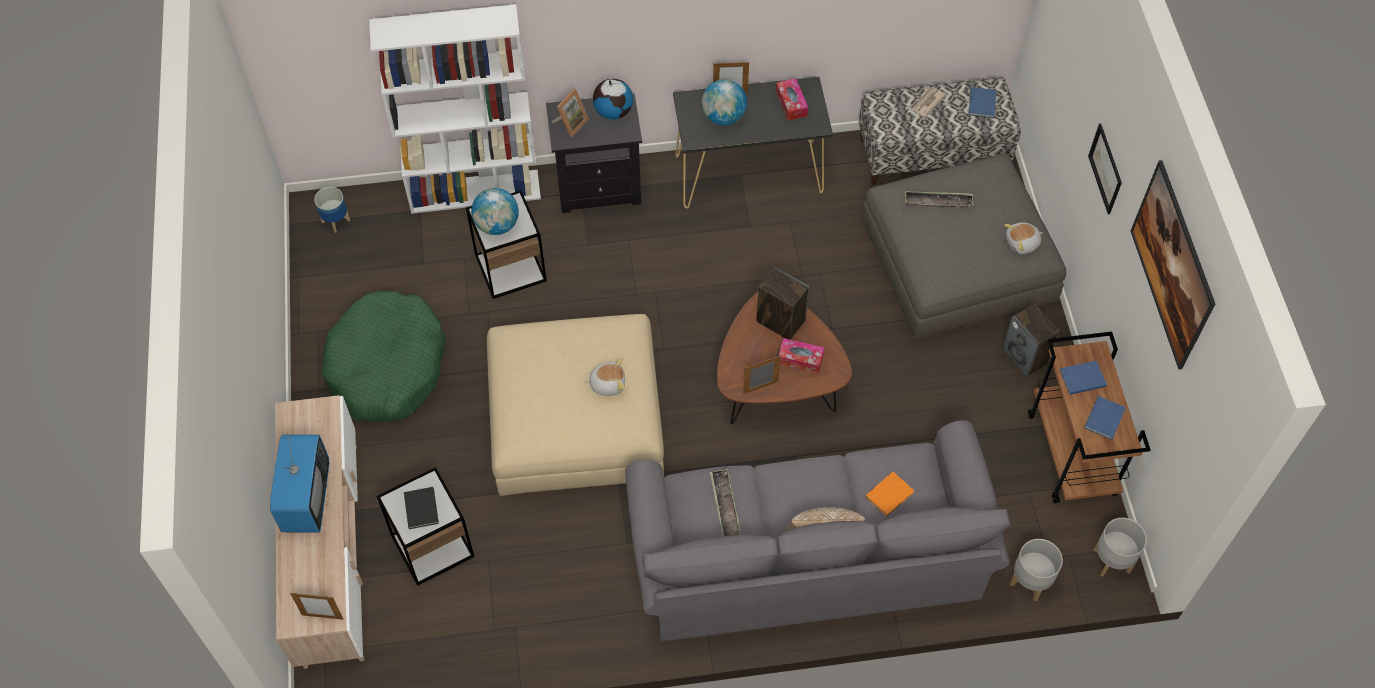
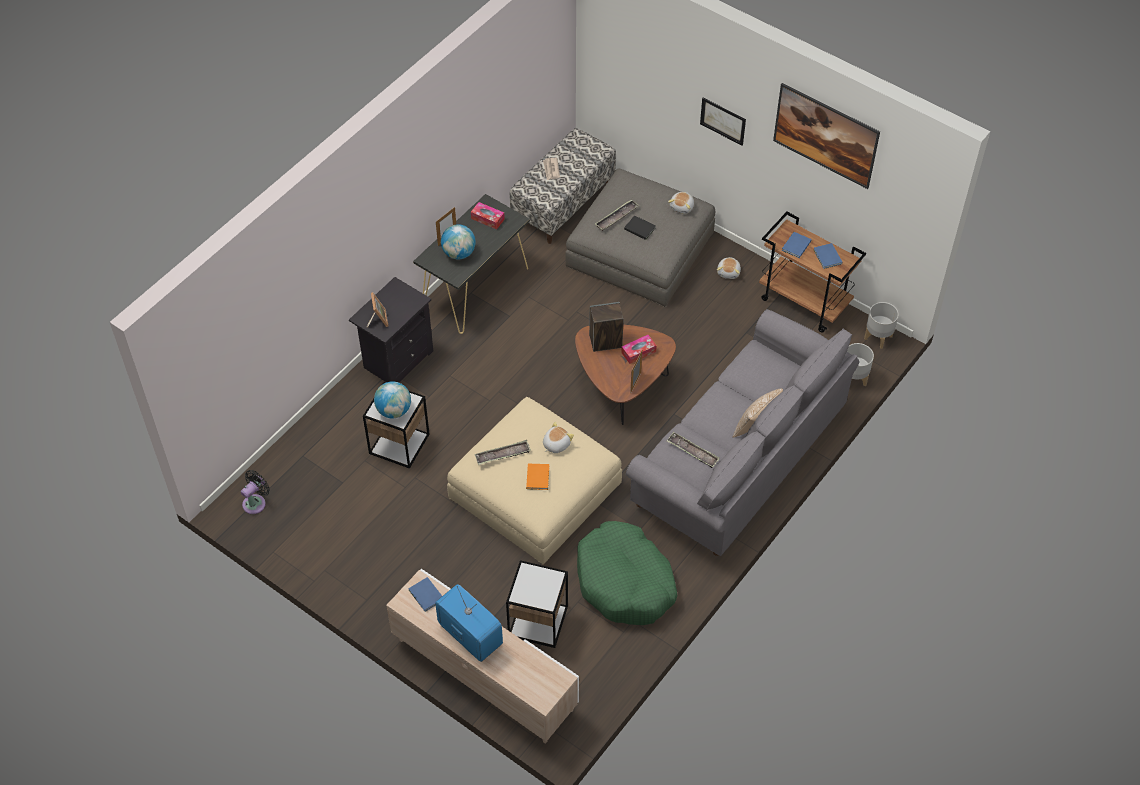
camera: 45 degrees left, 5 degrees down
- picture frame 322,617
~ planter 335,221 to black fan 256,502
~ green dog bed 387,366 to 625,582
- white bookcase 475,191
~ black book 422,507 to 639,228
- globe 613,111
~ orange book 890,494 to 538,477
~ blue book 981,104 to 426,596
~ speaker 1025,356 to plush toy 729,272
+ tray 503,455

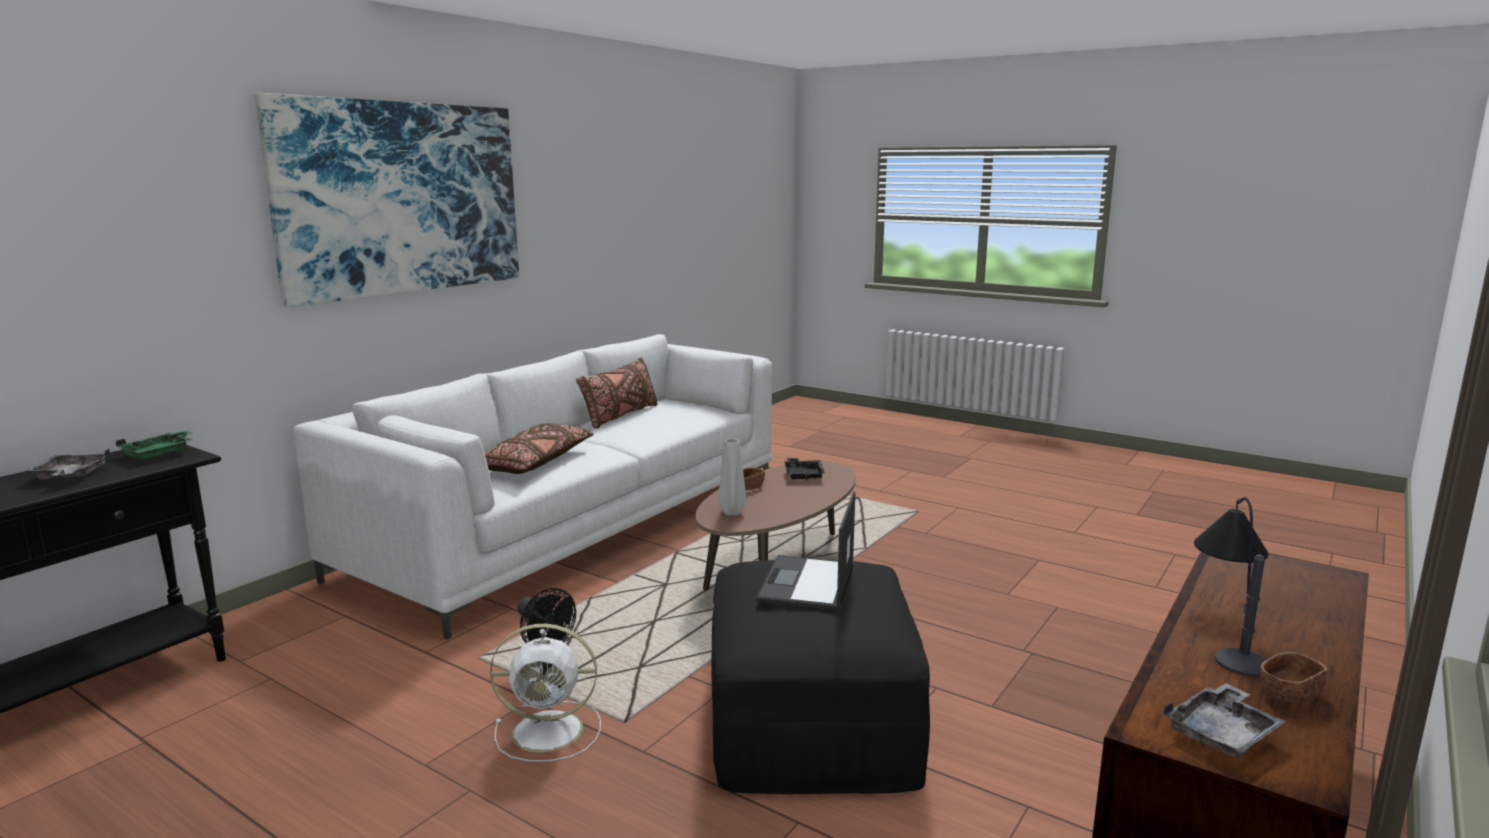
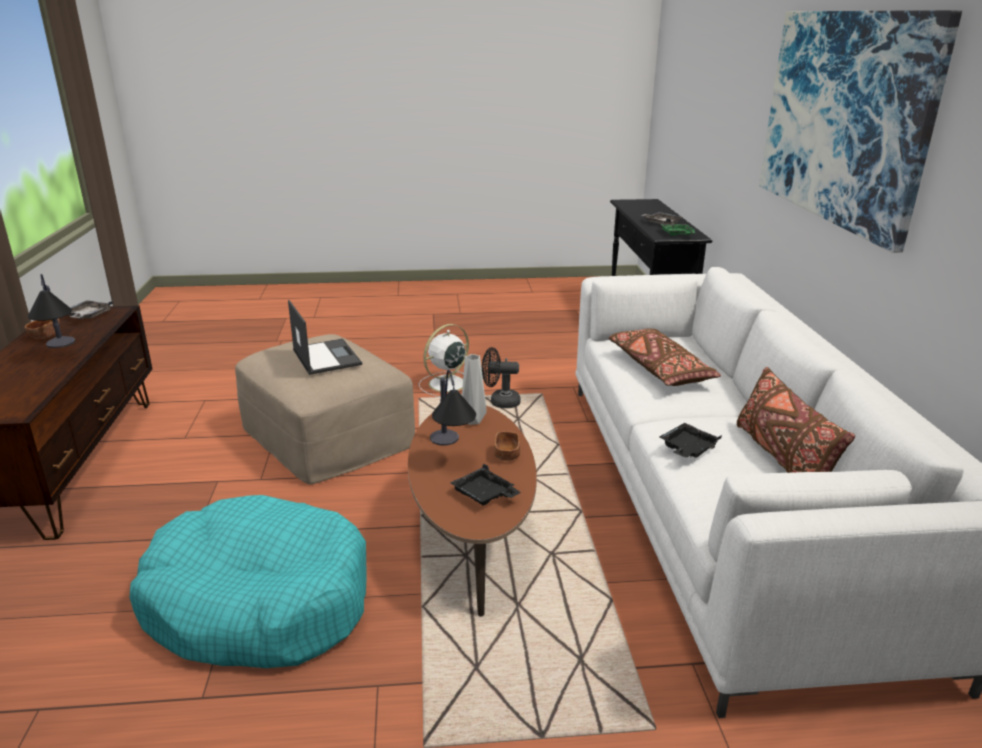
camera: 140 degrees right, 10 degrees up
~ black ottoman 811,716 to beige ottoman 326,435
+ turquoise dog bed 259,602
+ table lamp 451,453
+ black tray 687,449

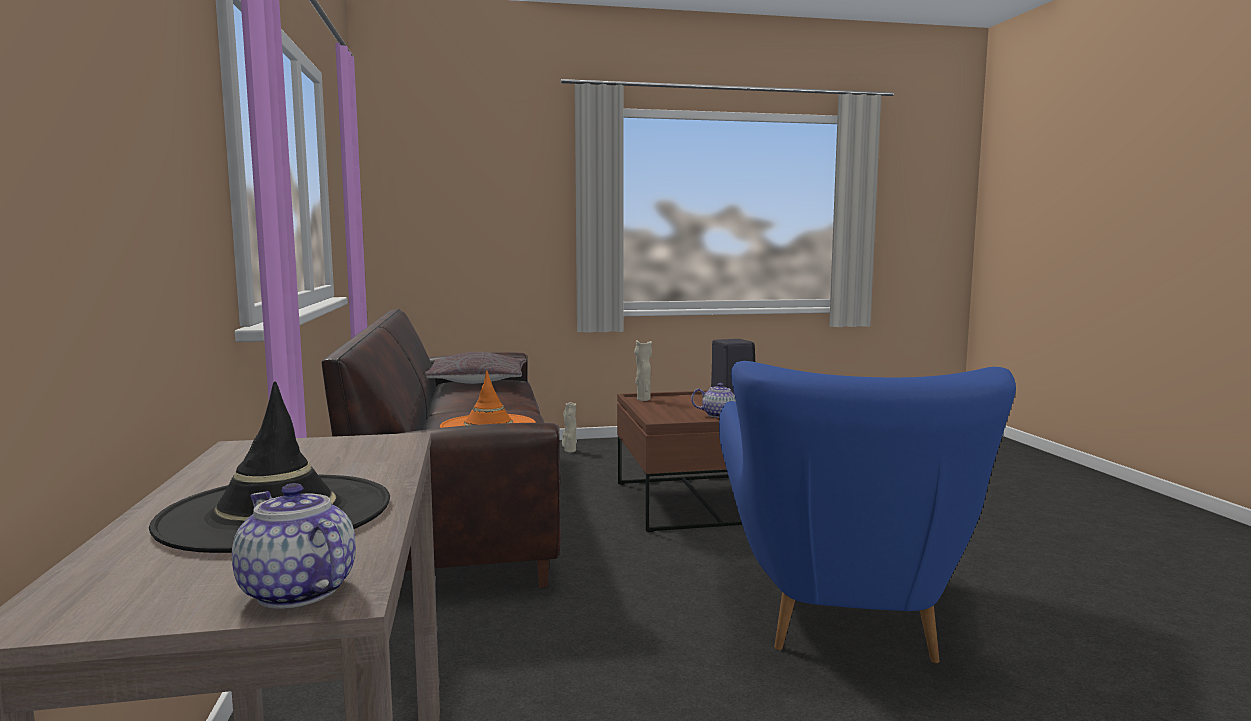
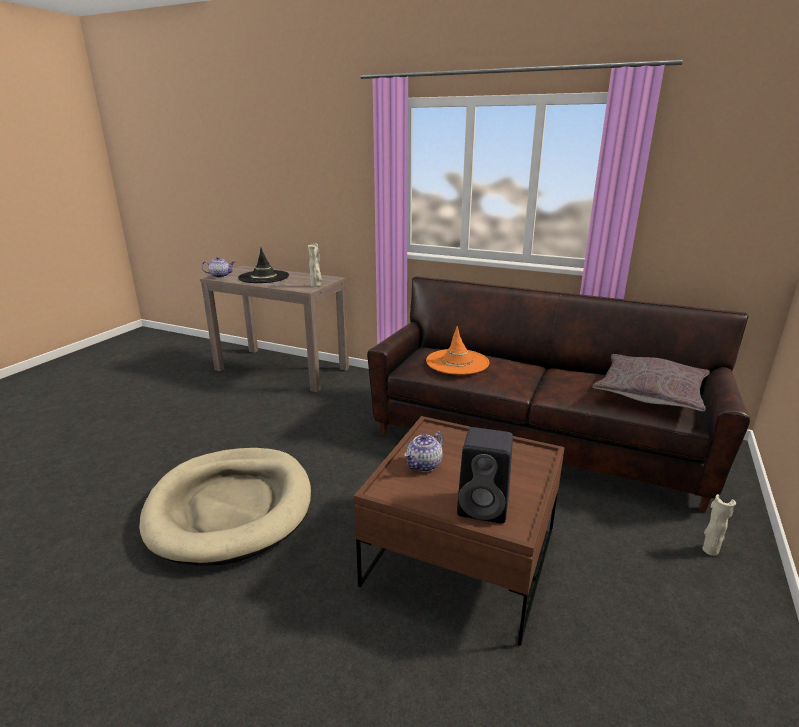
camera: 125 degrees right, 15 degrees up
~ beige vase 643,399 to 316,285
~ blue armchair 845,613 to beige dog bed 231,507

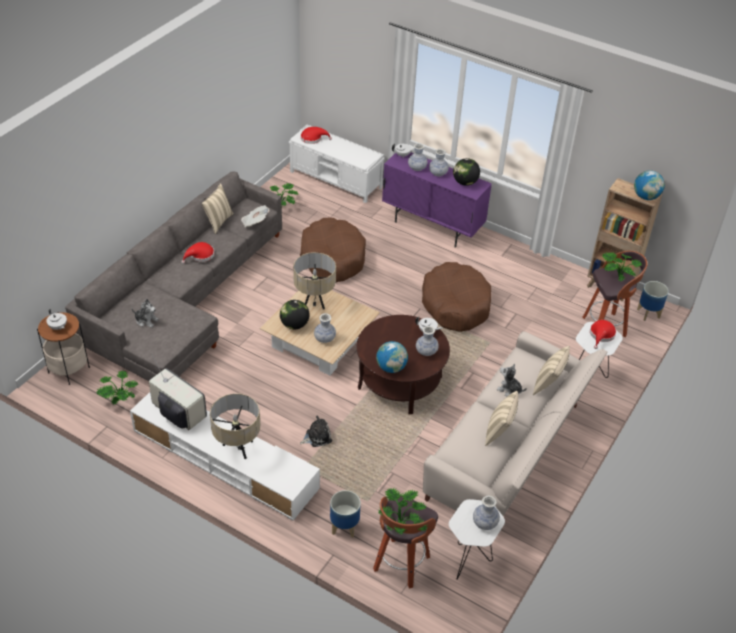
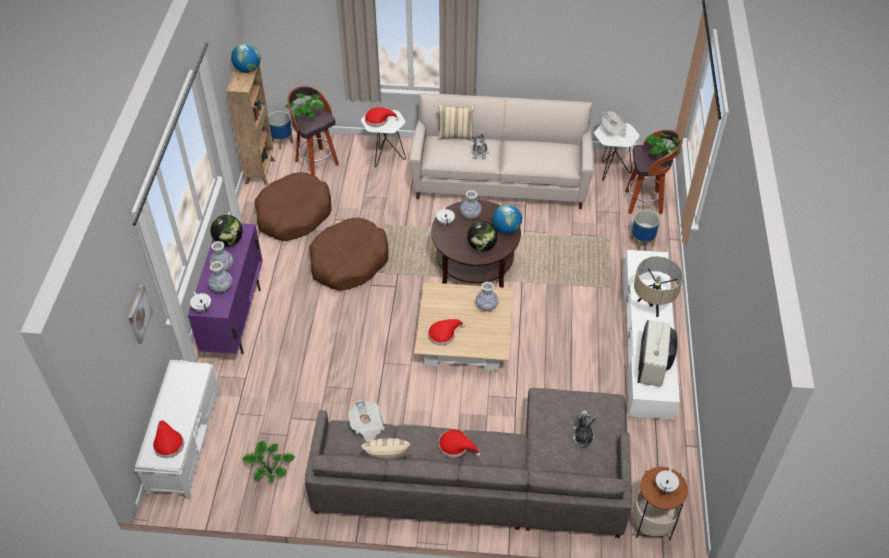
camera: 115 degrees left, 5 degrees up
- potted plant 119,399
~ globe 294,325 to 482,246
~ beige table lamp 314,302 to red hat 443,334
~ brown dog bed 332,258 to 293,215
- plush toy 317,437
~ vase 485,522 to newspaper 613,130
- beige pillow 499,432
+ picture 139,314

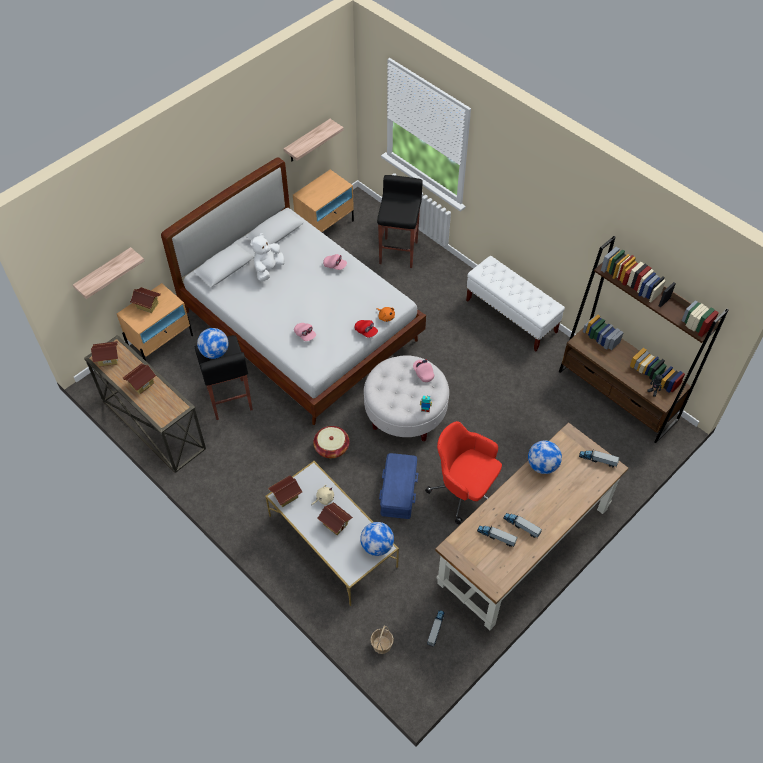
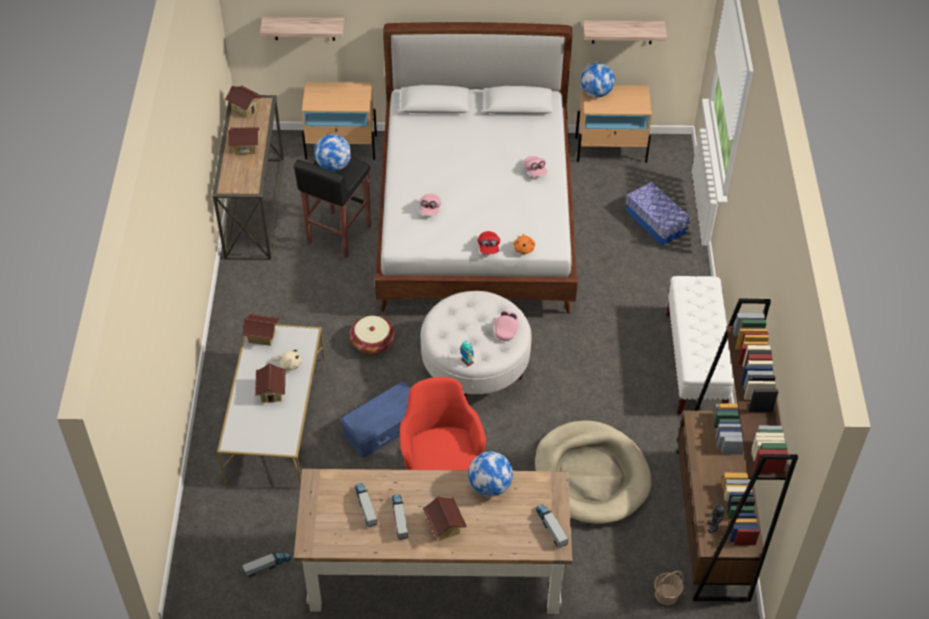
camera: 45 degrees right, 5 degrees down
~ toy house 147,306 to 444,527
- white plush toy 268,269
~ globe 377,546 to 596,93
~ basket 381,645 to 666,594
~ black stool 399,252 to storage box 655,222
+ beige dog bed 591,475

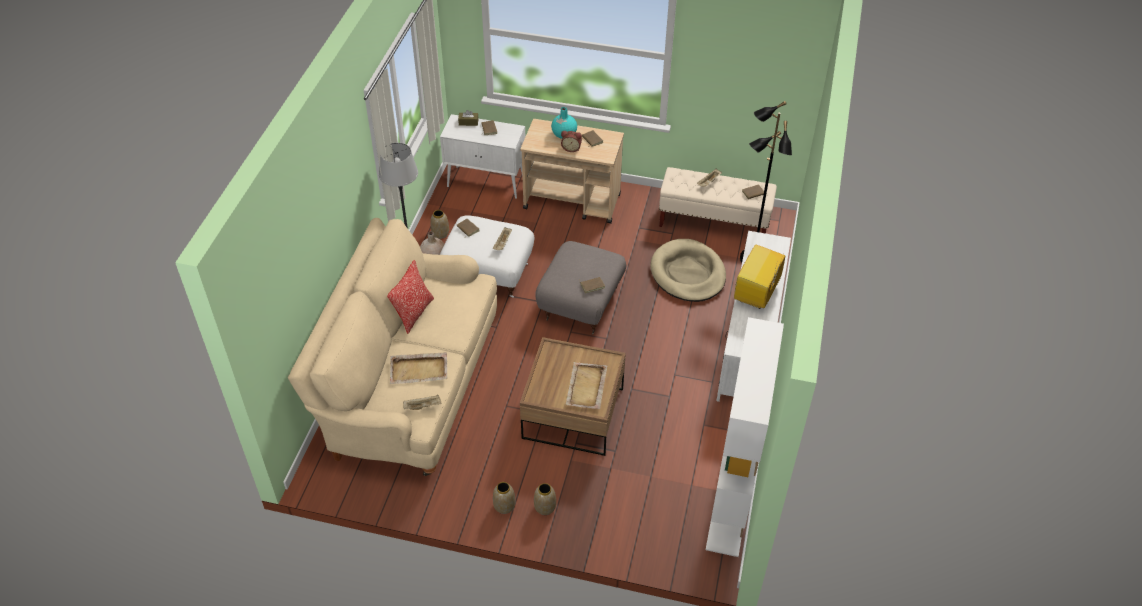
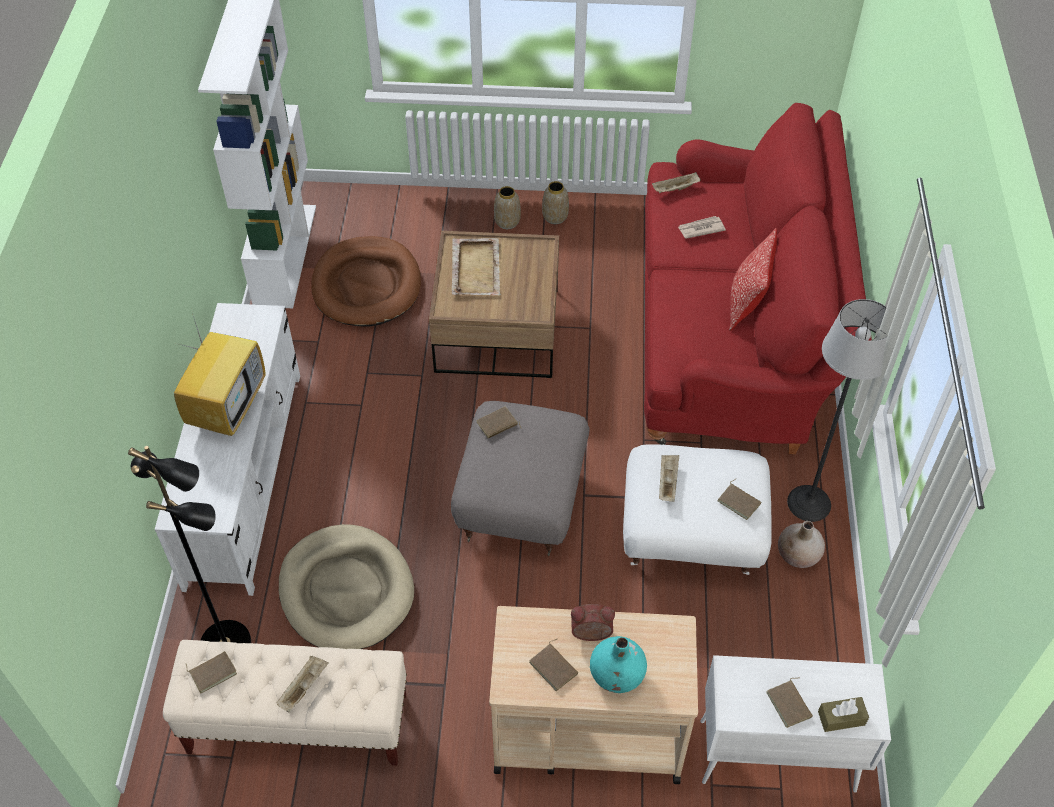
camera: 170 degrees right, 5 degrees up
~ beige sofa 409,385 to red sofa 732,336
~ beige tray 419,369 to newspaper 700,228
- vase 440,233
+ brown dog bed 367,285

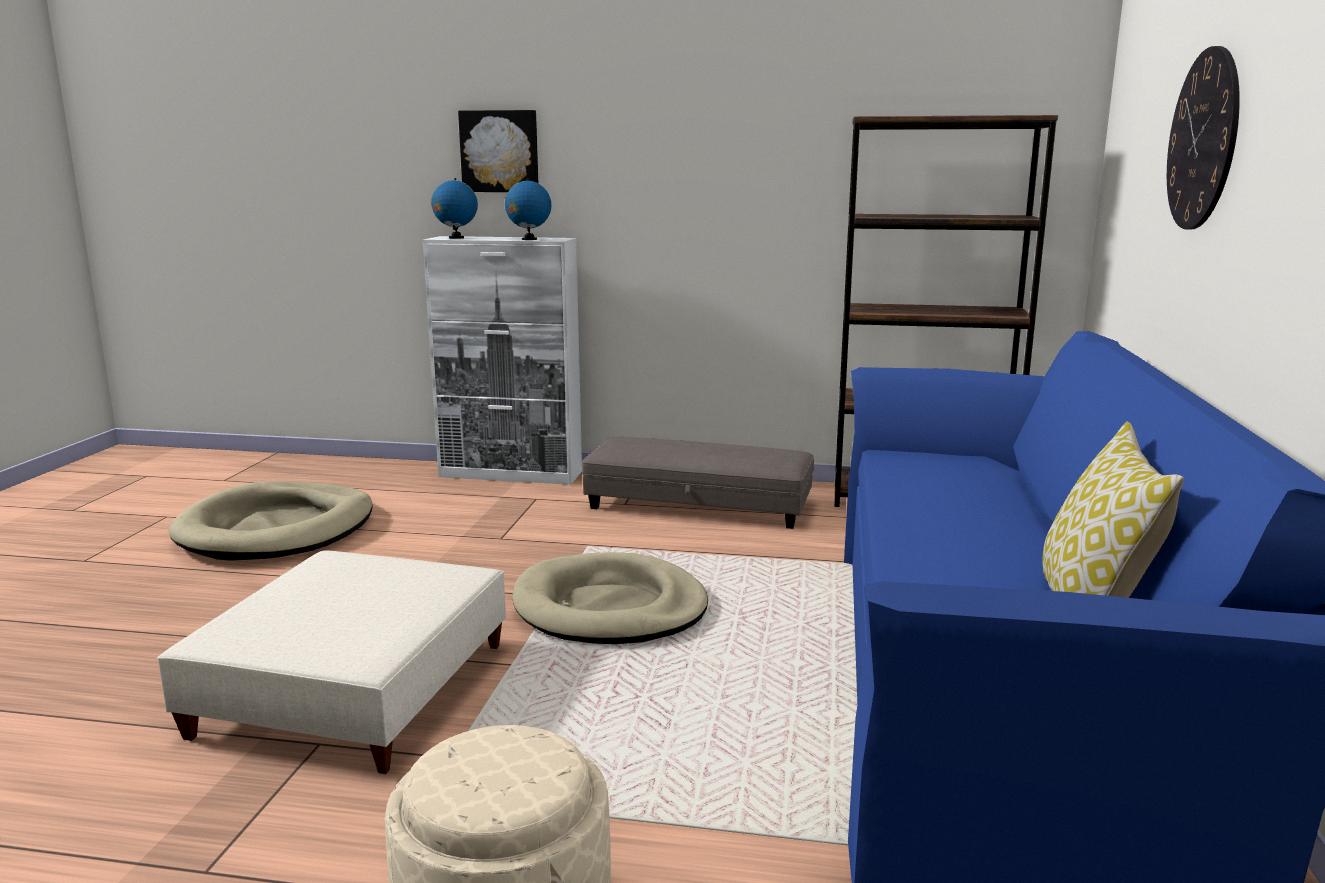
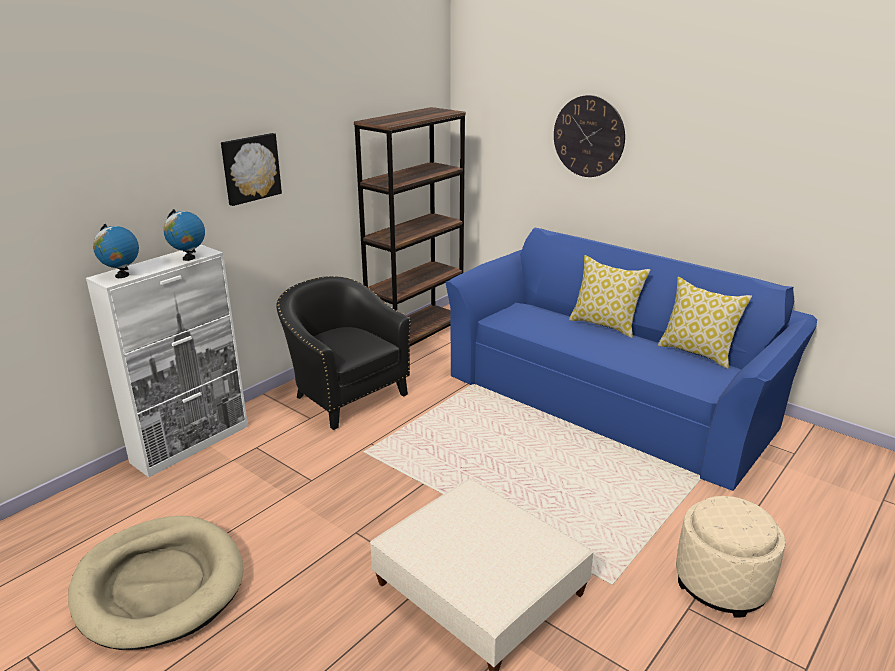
camera: 60 degrees left, 10 degrees up
~ picture 500,151 to 250,168
- beige dog bed 609,607
~ grey ottoman 698,505 to black armchair 345,395
+ pillow 605,325

